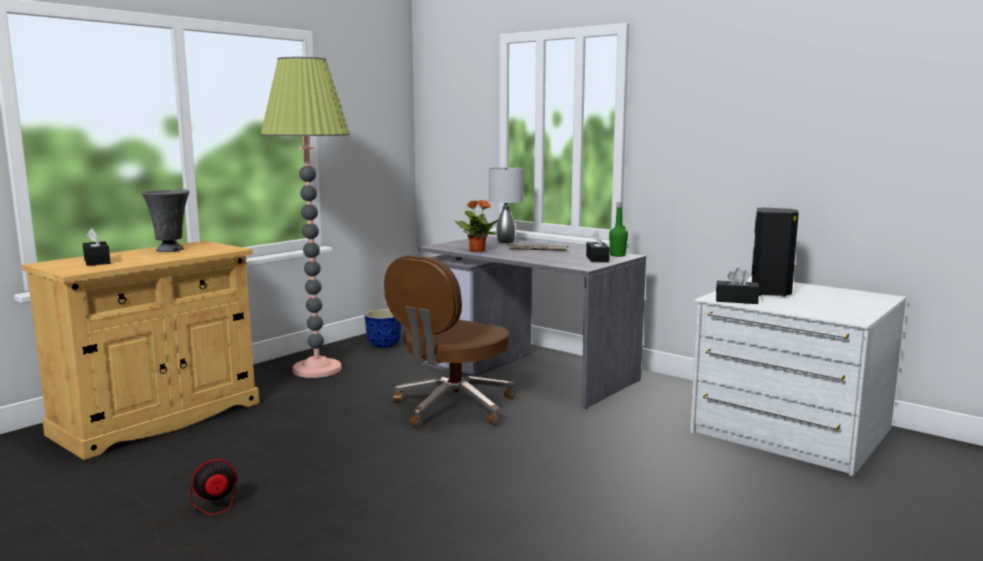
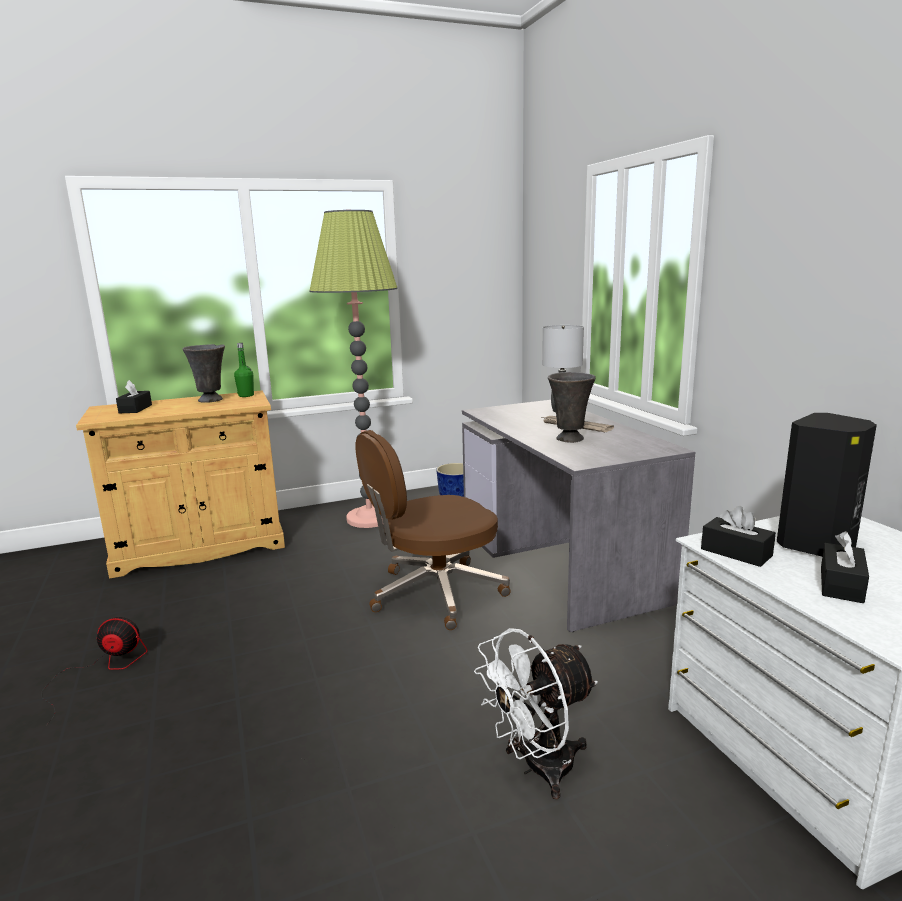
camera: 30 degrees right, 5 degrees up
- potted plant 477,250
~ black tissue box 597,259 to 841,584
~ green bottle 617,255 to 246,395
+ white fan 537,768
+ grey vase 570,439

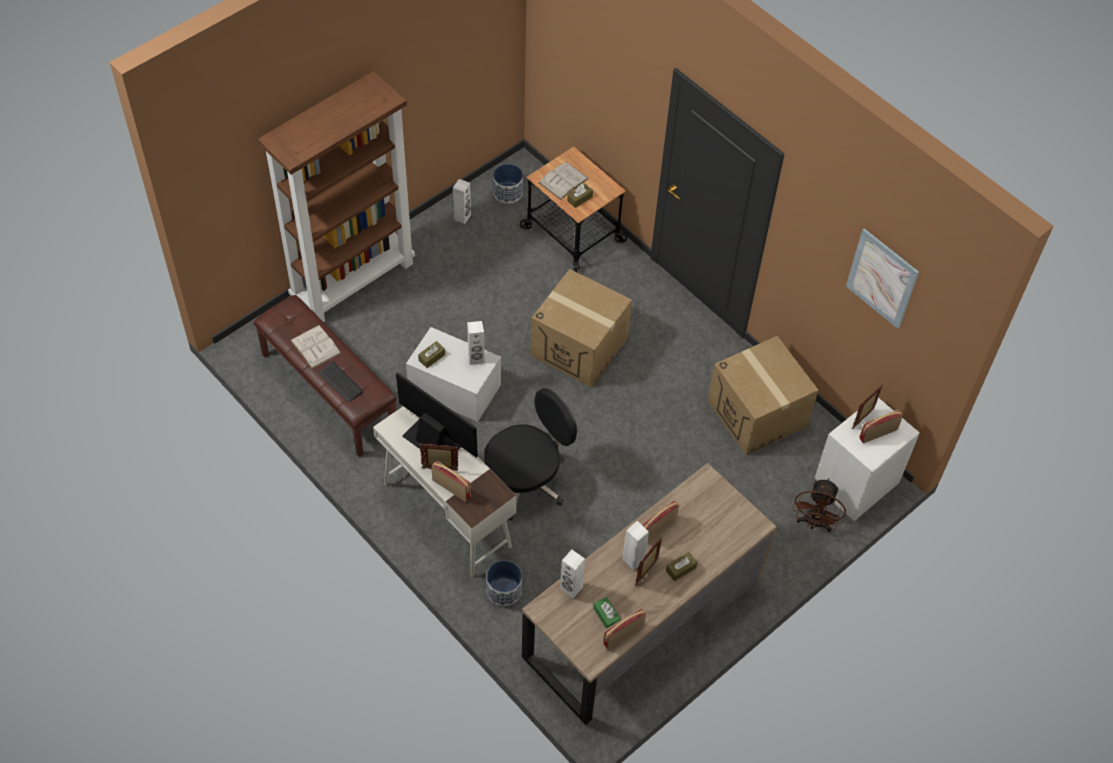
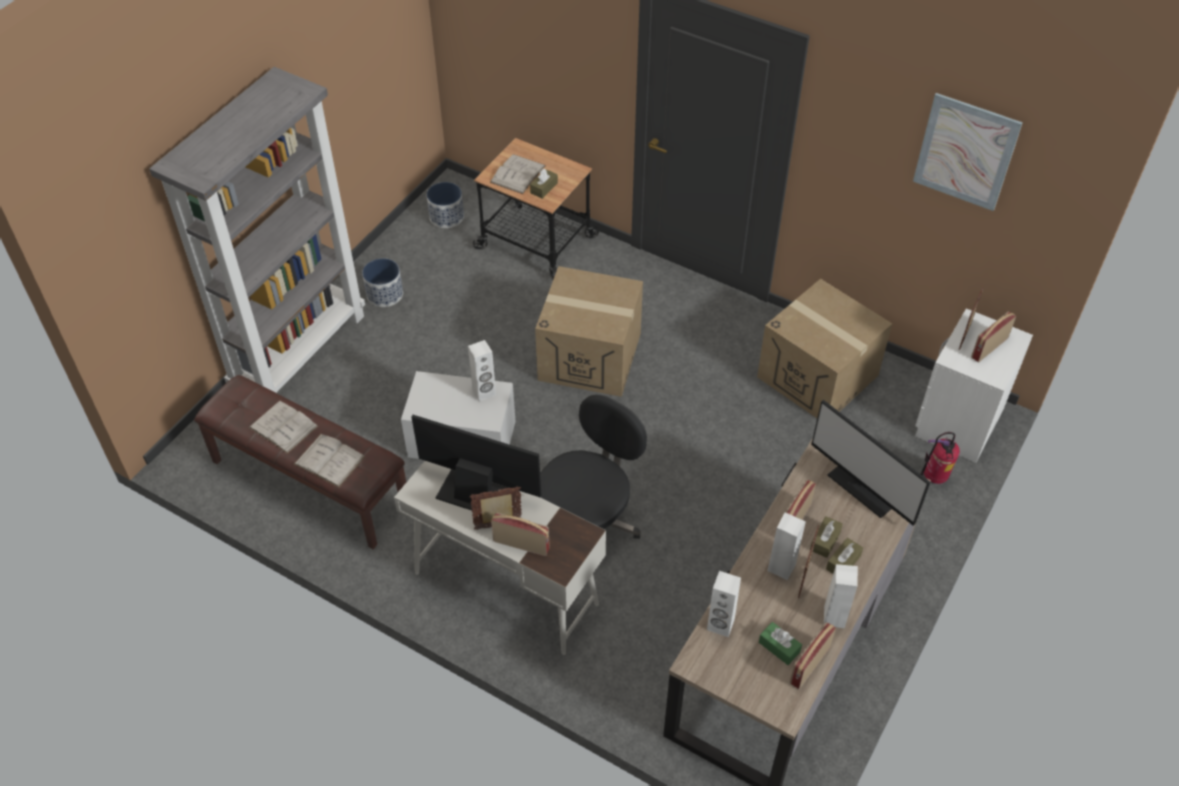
camera: 15 degrees left, 5 degrees down
~ brown bookcase 353,281 to grey bookcase 299,352
~ keyboard 340,382 to white book 329,460
~ brown tissue box 431,357 to 825,541
~ white speaker 462,217 to 834,617
~ planter 503,590 to 384,295
~ brown fan 814,523 to fire extinguisher 934,478
+ monitor 866,486

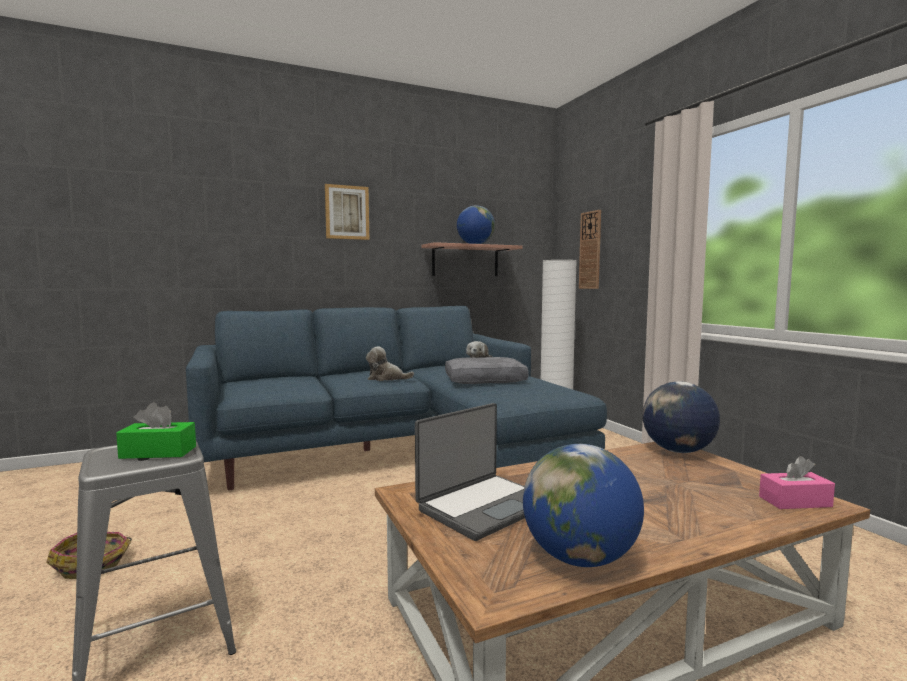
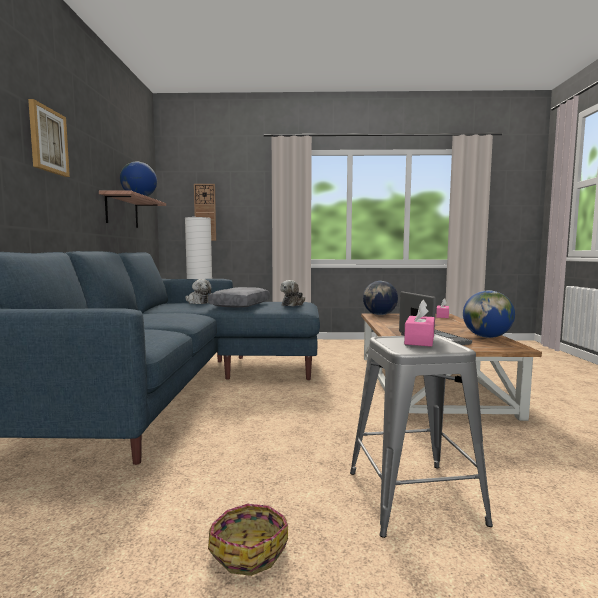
camera: 65 degrees left, 0 degrees up
~ green tissue box 158,452 to pink tissue box 419,340
~ plush toy 386,378 to 293,304

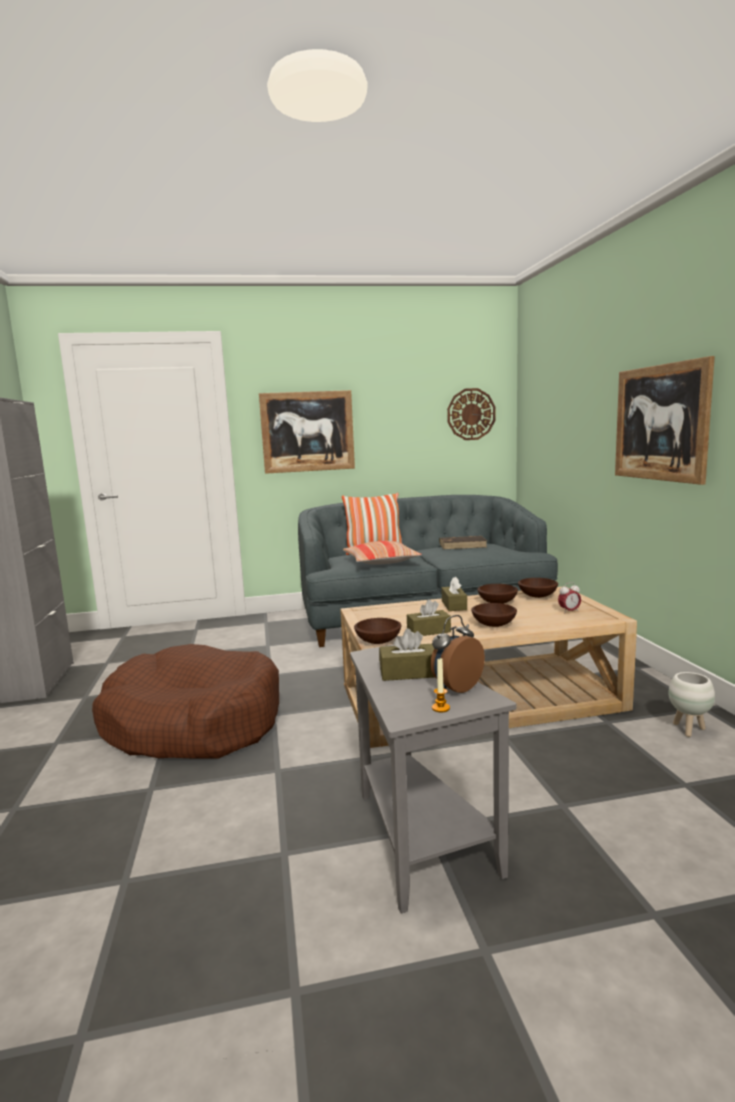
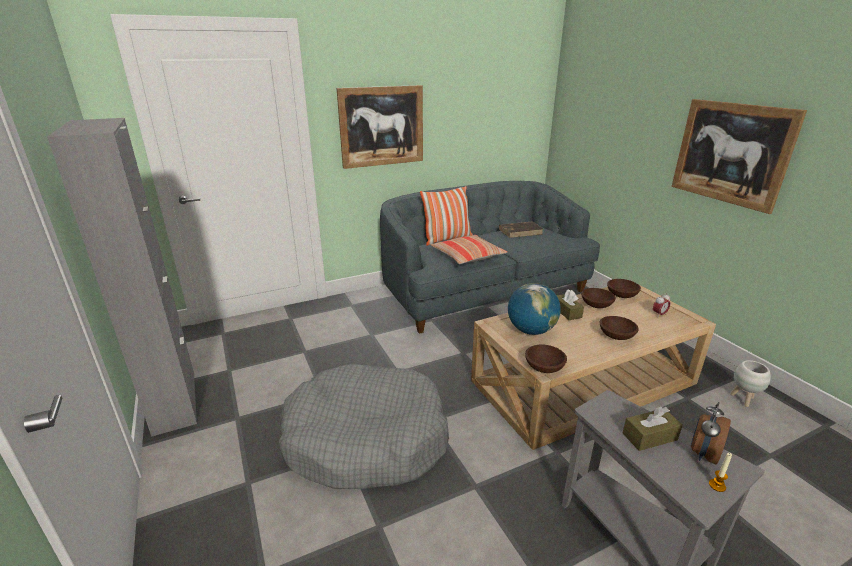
camera: 15 degrees left, 15 degrees up
~ brown dog bed 193,723 to grey dog bed 365,439
- brown tissue box 428,631
- wall clock 471,414
+ globe 531,331

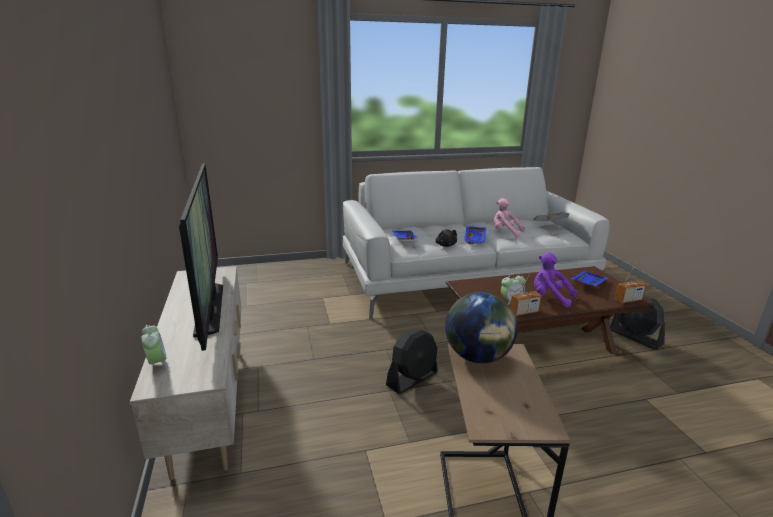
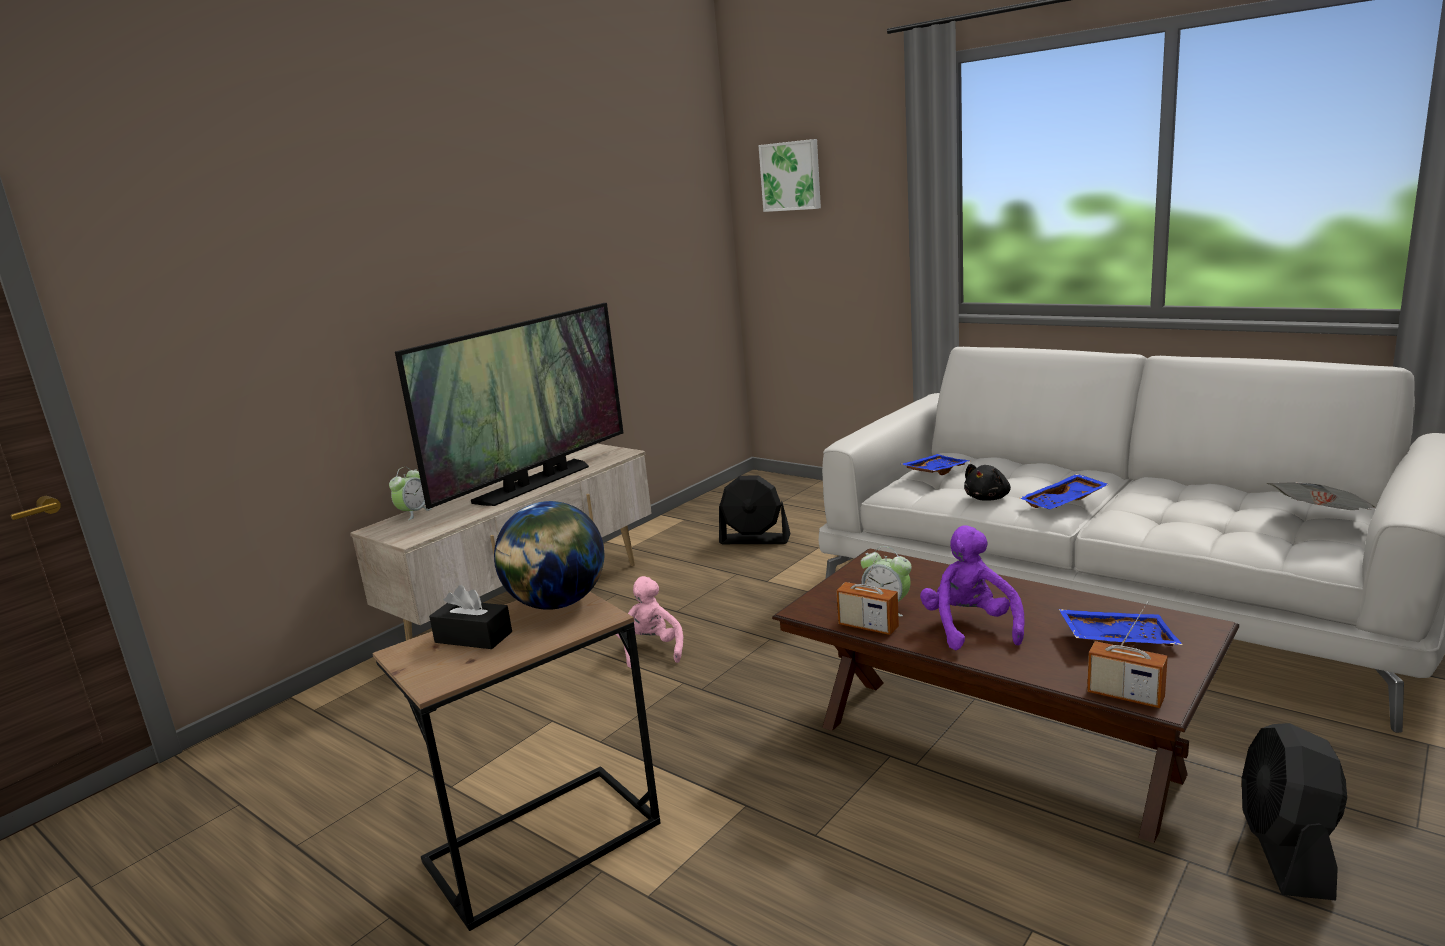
camera: 55 degrees right, 5 degrees down
~ black fan 412,379 to 755,539
~ pink plush toy 505,232 to 650,650
+ black tissue box 473,637
+ picture 791,176

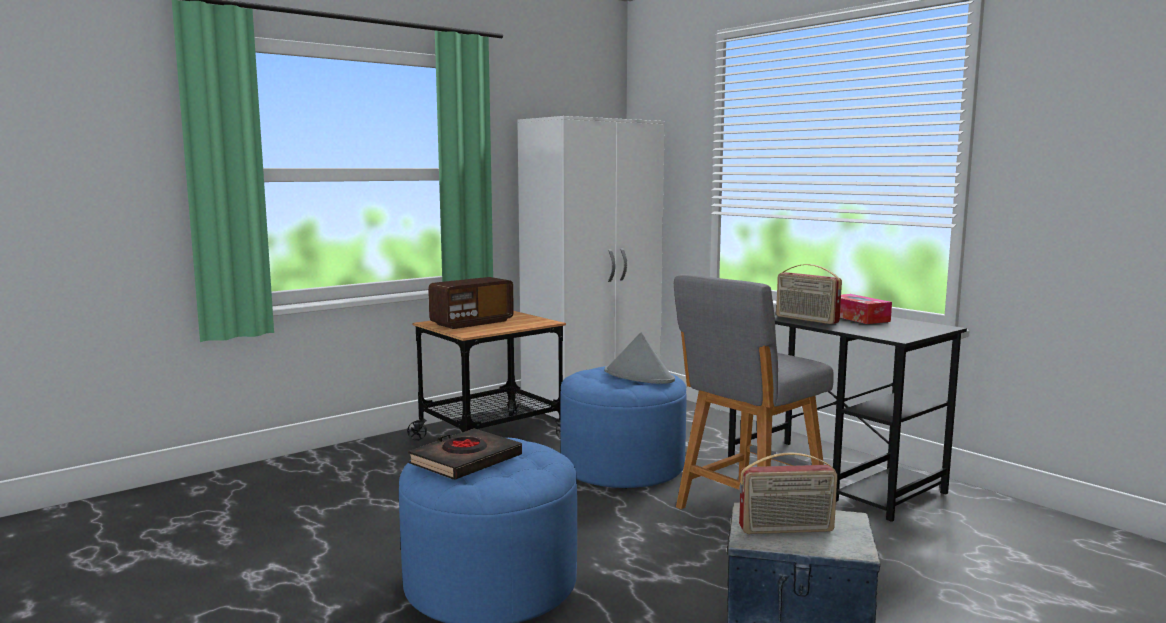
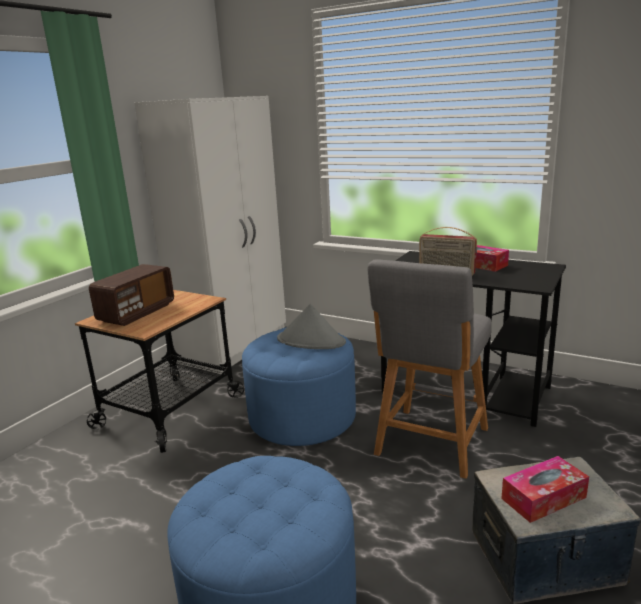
camera: 20 degrees left, 10 degrees up
- black book 465,461
~ radio 786,530 to tissue box 543,498

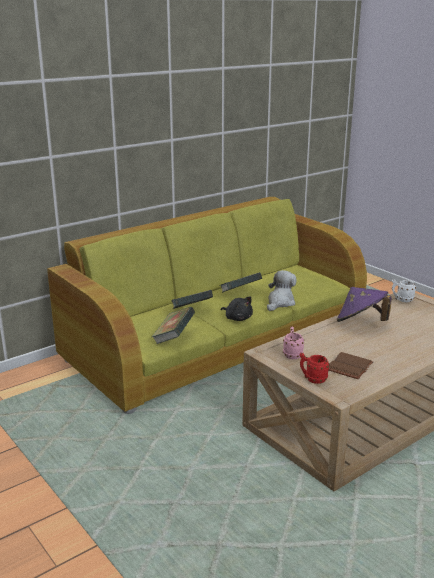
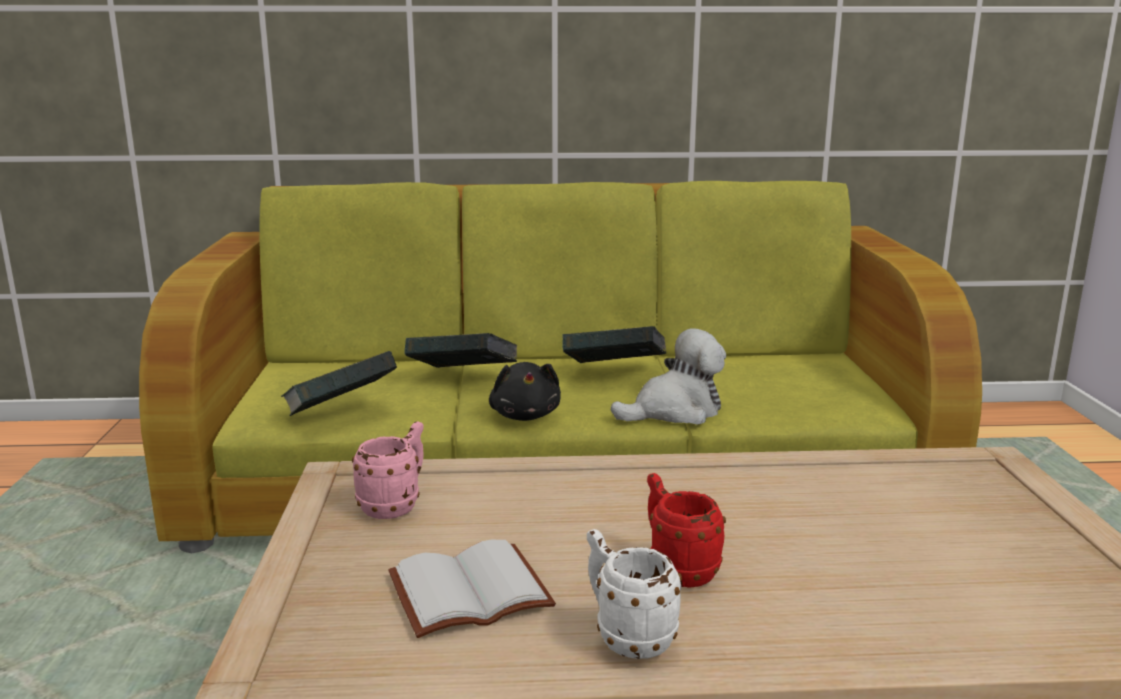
camera: 35 degrees right, 5 degrees down
~ red mug 312,379 to 676,568
~ brown book 350,367 to white book 468,595
- purple hat 361,322
~ white mug 401,300 to 626,635

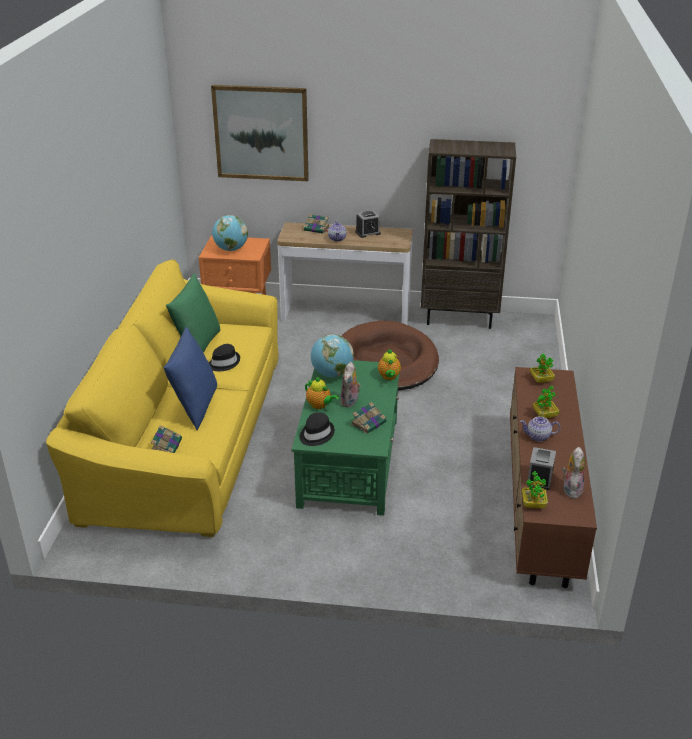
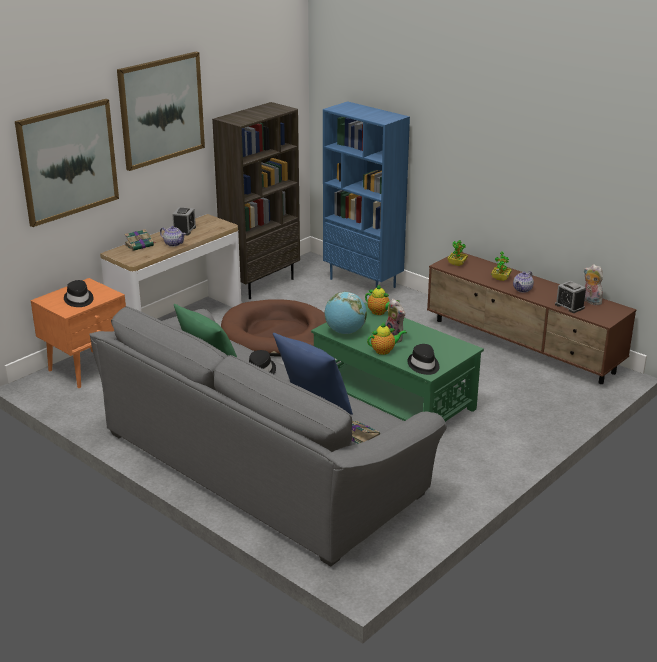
camera: 55 degrees left, 5 degrees down
~ yellow sofa 187,436 to grey sofa 262,463
~ globe 231,249 to black hat 78,300
- book 369,423
- potted plant 533,504
+ picture 161,110
+ blue bookcase 363,283

